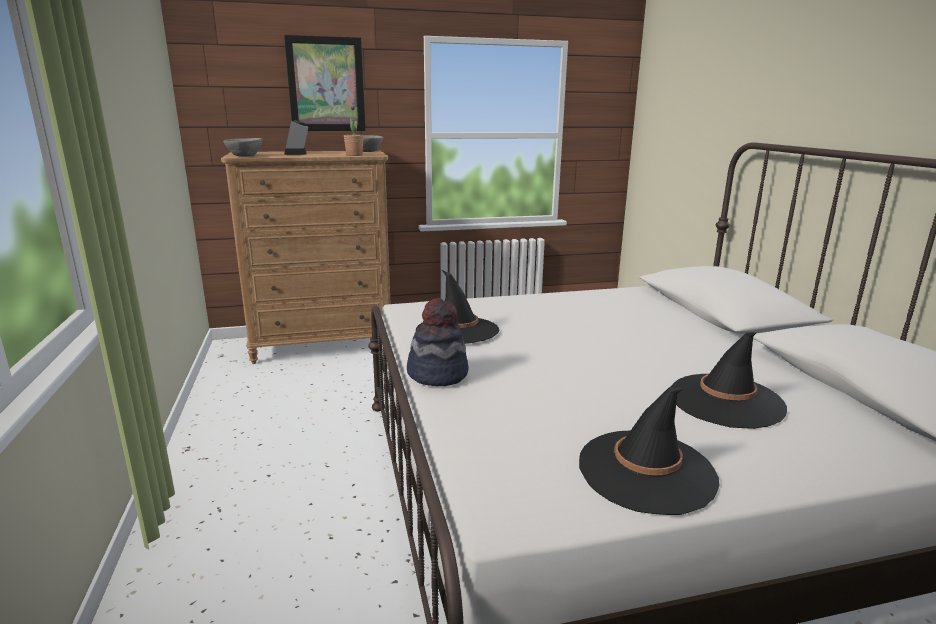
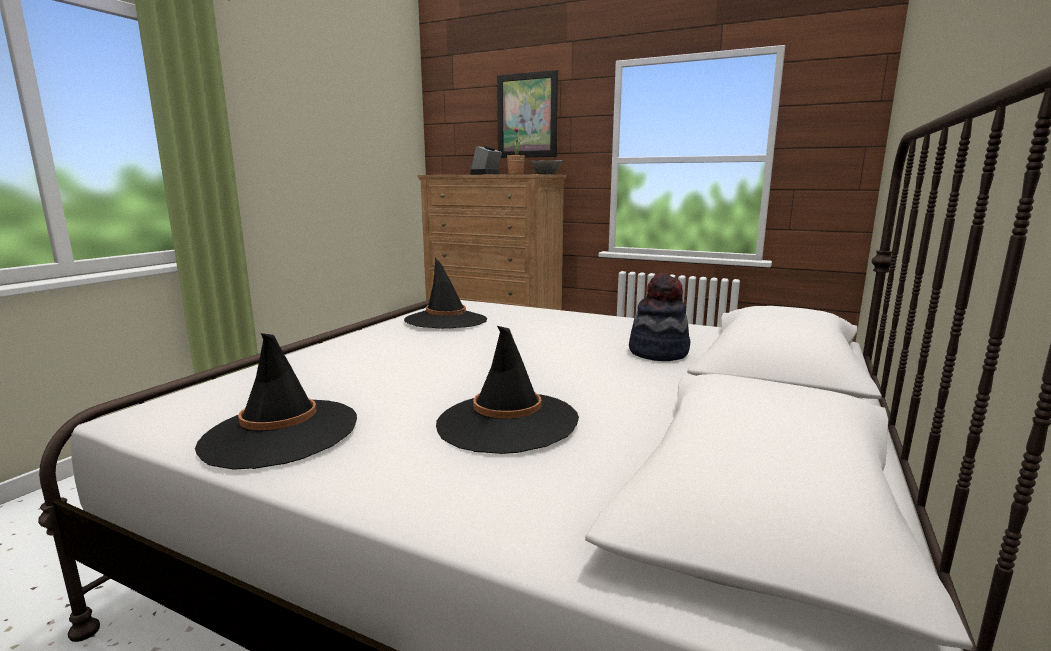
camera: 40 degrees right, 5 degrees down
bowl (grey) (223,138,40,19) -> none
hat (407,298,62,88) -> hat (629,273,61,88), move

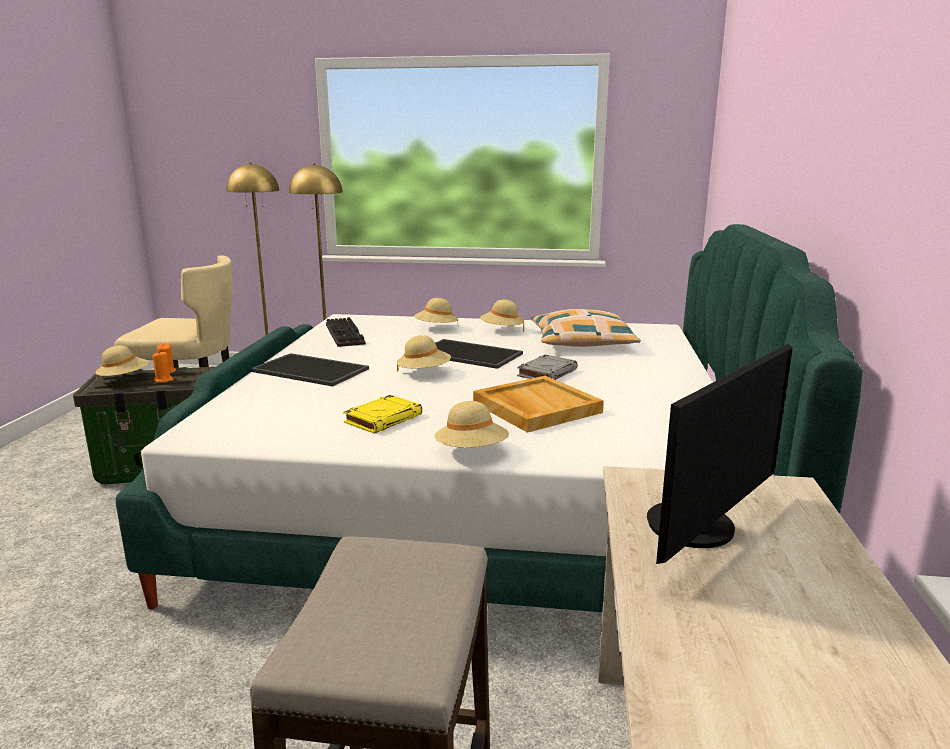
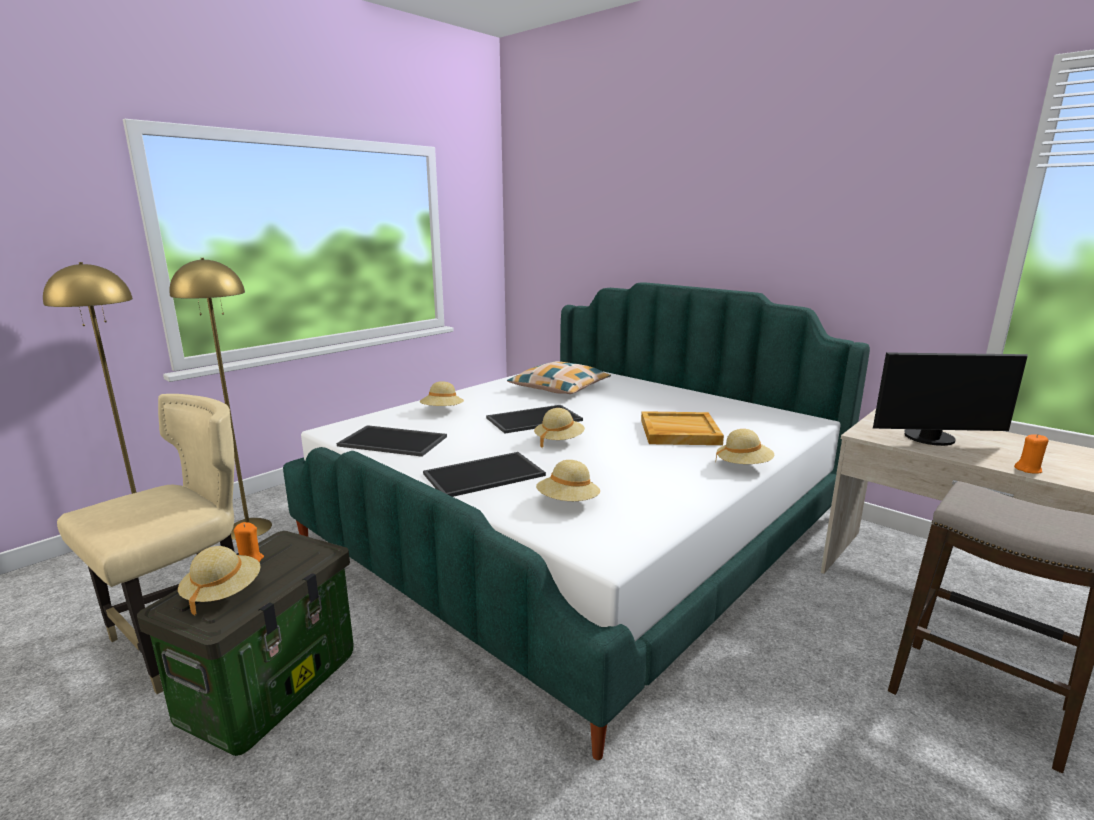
camera: 55 degrees left, 0 degrees up
candle (orange) (152,351,22,32) -> candle (orange) (1014,434,34,40), move
keyboard (326,317,40,30) -> tray (337,425,110,32)
book (yellow) (343,395,79,38) -> none
hat (beige) (480,299,44,33) -> hat (beige) (536,460,64,41), move
book (grey) (517,355,61,25) -> none
monitor (647,344,146,220) -> monitor (873,352,155,94), 105 degrees clockwise

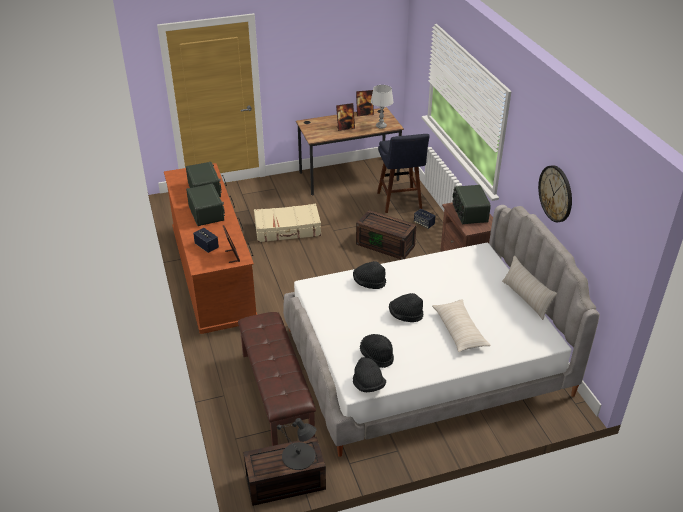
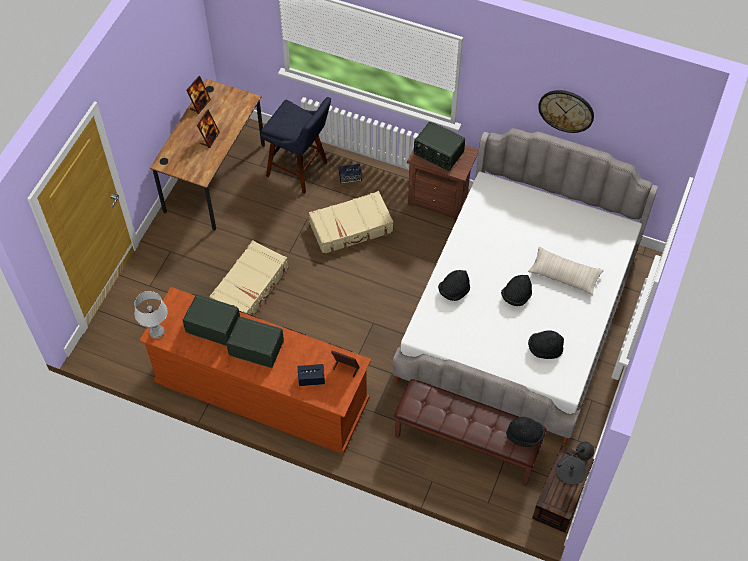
camera: 50 degrees left, 20 degrees up
hat (black) (353,357,33,35) -> hat (black) (506,417,39,30), move
storage box (brown) (356,210,61,50) -> suitcase (beige) (309,191,84,63)
table lamp (grey) (371,85,23,44) -> table lamp (grey) (135,291,33,48), move
pillow (beige) (502,256,55,64) -> none

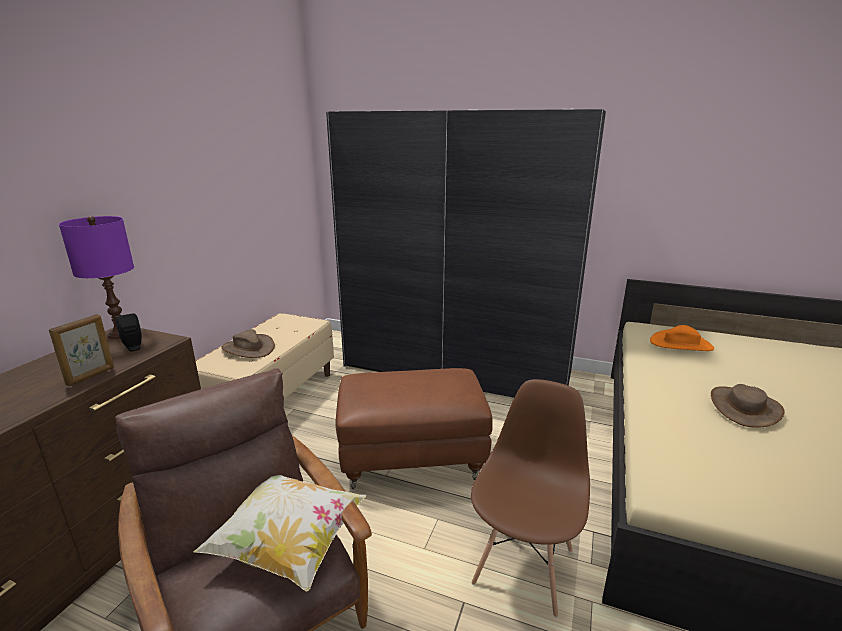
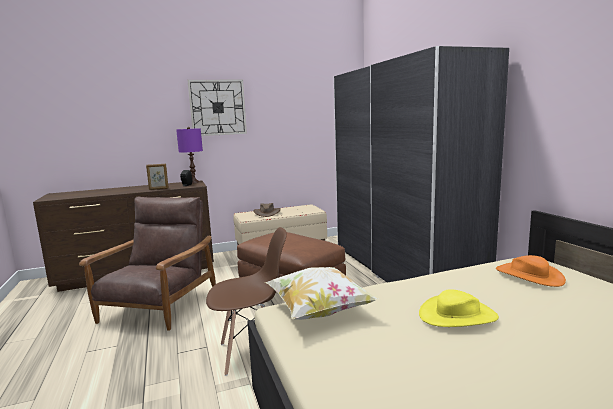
camera: 50 degrees right, 10 degrees down
pillow (193,475,174,116) -> pillow (265,267,114,53), move
hat (brown) (711,384,74,44) -> hat (yellow) (419,290,80,37)
none -> wall clock (187,79,60,57)

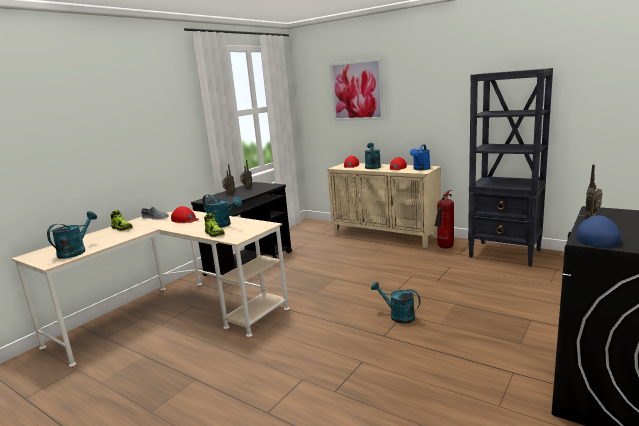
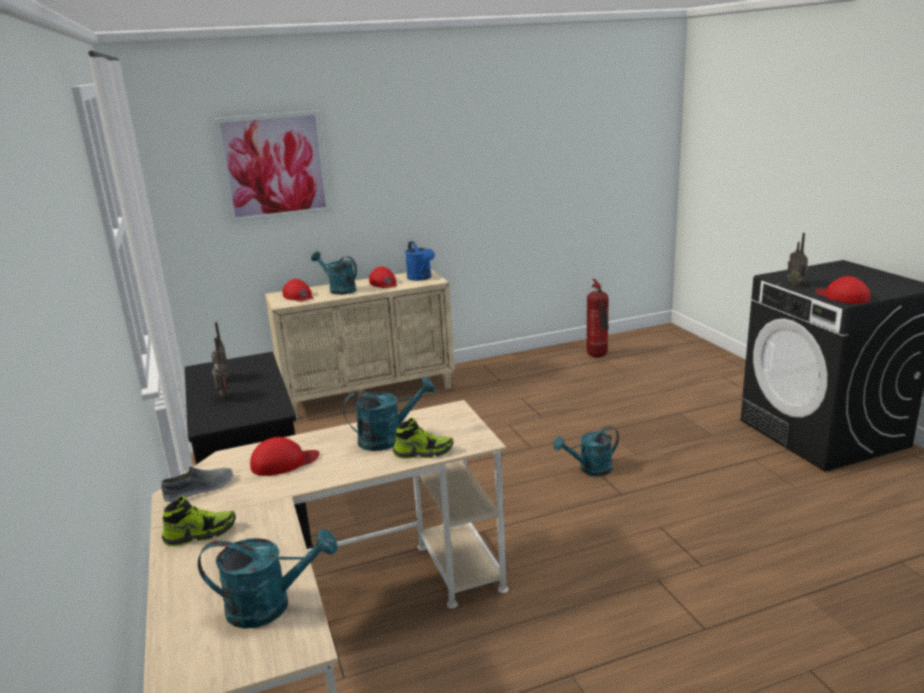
camera: 55 degrees left, 5 degrees up
watering can (turquoise) (47,211,50,48) -> watering can (turquoise) (198,529,140,100), 120 degrees clockwise
fire extinguisher (435,190,19,58) -> fire extinguisher (587,279,22,78), move
bookcase (black) (468,68,85,199) -> none
cap (blue) (576,215,44,32) -> cap (red) (815,276,55,28)

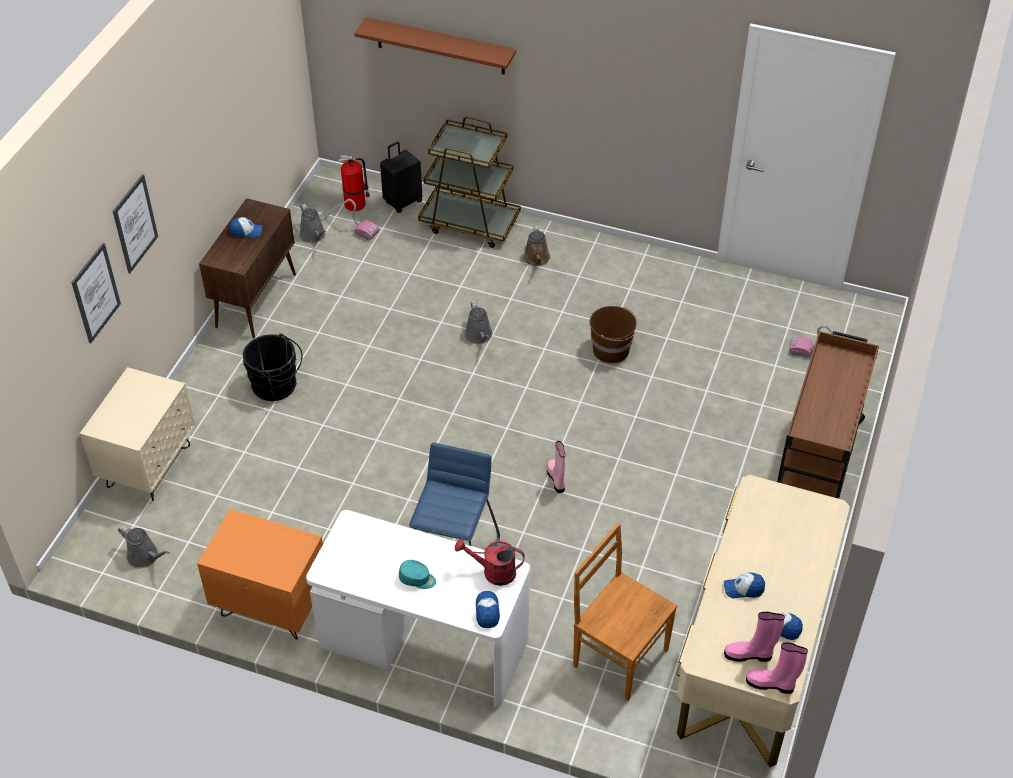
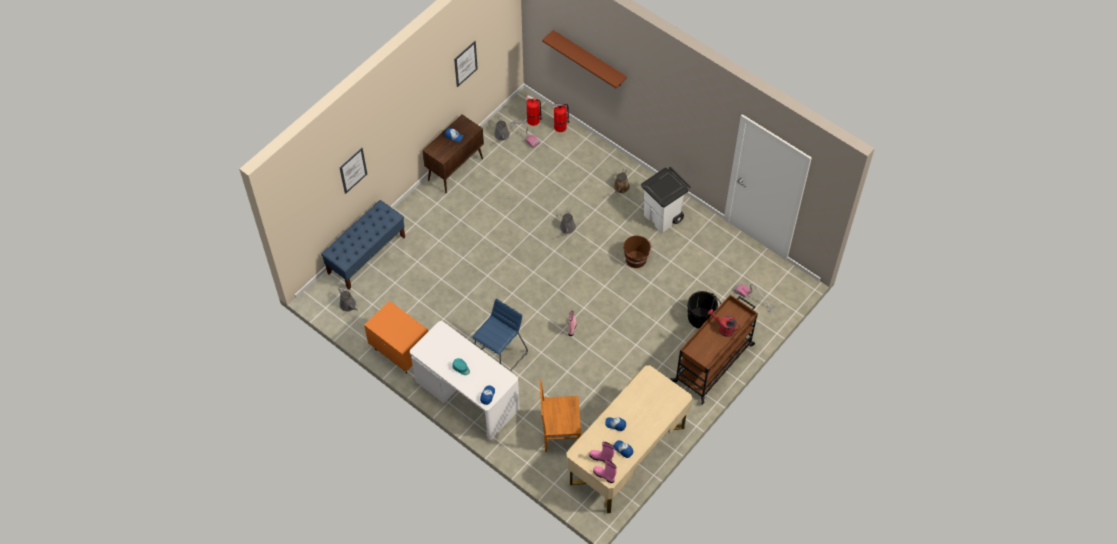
camera: 20 degrees right, 10 degrees up
nightstand (beige) (80,367,115,134) -> bench (blue) (321,200,84,90)
picture (113,174,45,99) -> picture (454,41,24,46), move
bucket (black) (243,334,60,67) -> bucket (black) (687,291,34,37), move
suitcase (black) (380,142,42,71) -> fire extinguisher (553,103,17,29)
cart (brown) (418,116,103,132) -> none
watering can (red) (455,539,70,47) -> watering can (red) (708,309,32,28), move
chair (brown) (573,523,105,178) -> chair (brown) (540,379,41,73), 60 degrees counterclockwise
none -> trash can (white) (641,167,50,66)

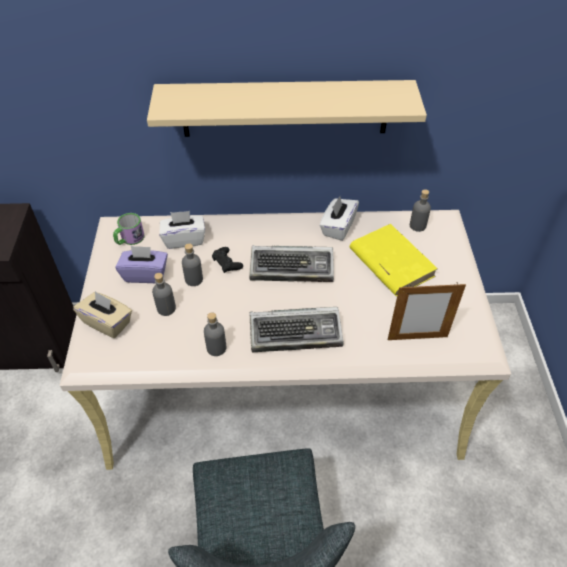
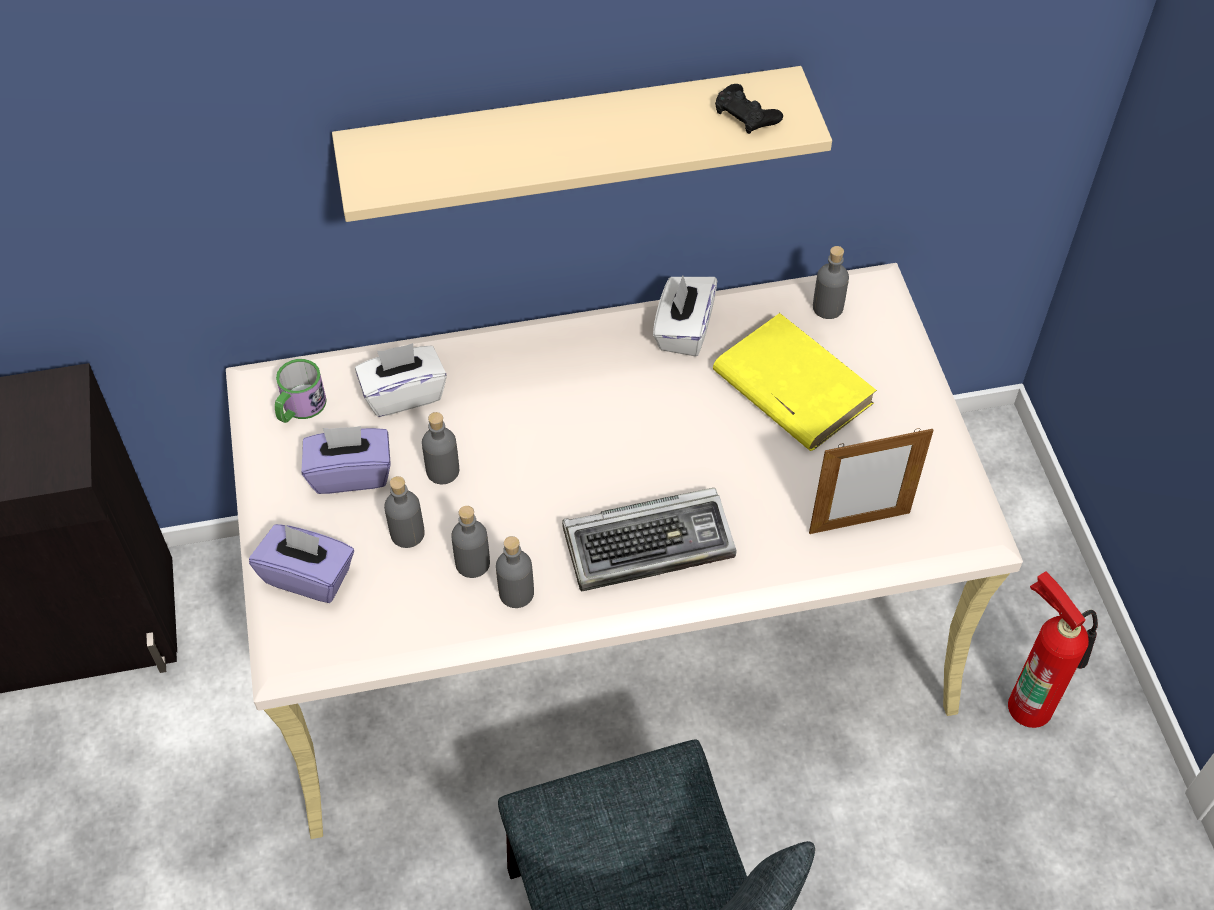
camera: 10 degrees left, 5 degrees up
tissue box (beige) (73,291,59,47) -> tissue box (purple) (249,524,105,79)
game controller (black) (212,247,31,26) -> game controller (black) (715,84,68,50), move
keyboard (249,245,85,37) -> none
none -> bottle (grey) (451,506,39,72)
none -> fire extinguisher (1008,571,90,157)

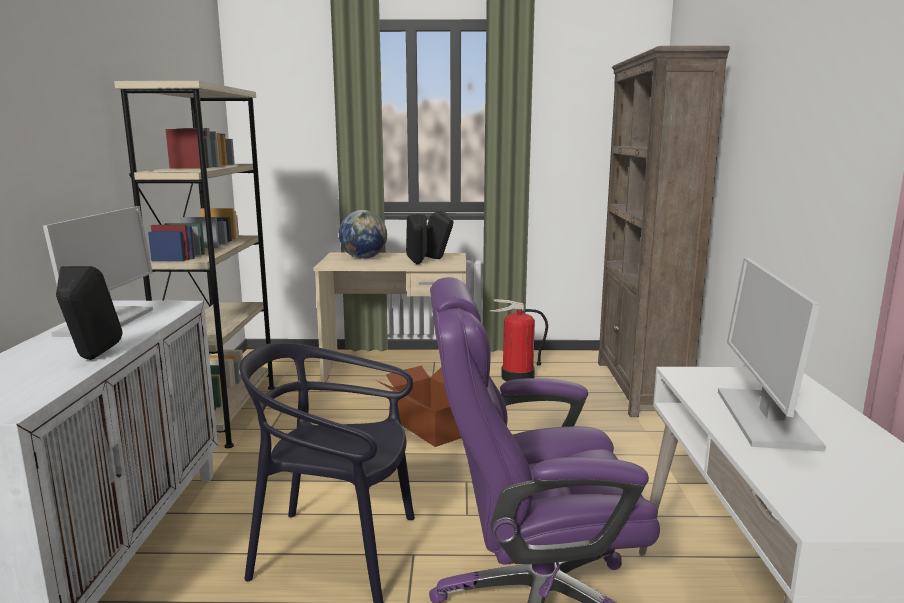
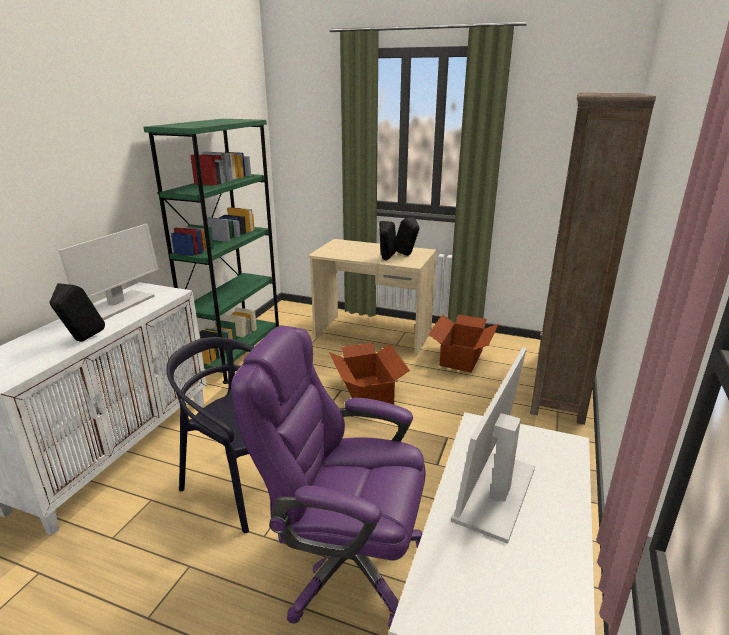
camera: 20 degrees right, 10 degrees up
bookcase (beige) (114,81,161,367) -> bookcase (green) (144,119,135,265)
globe (339,210,48,49) -> none
fire extinguisher (490,299,58,82) -> cardboard box (428,314,71,59)

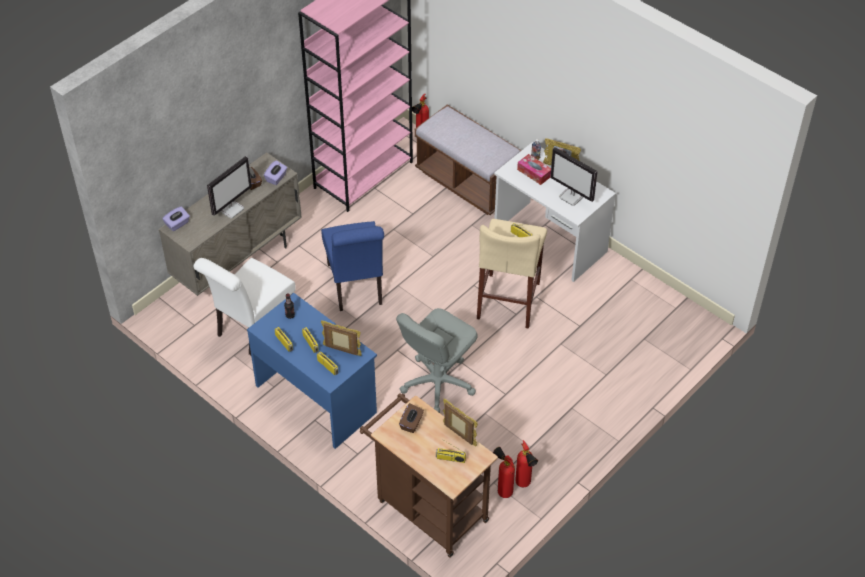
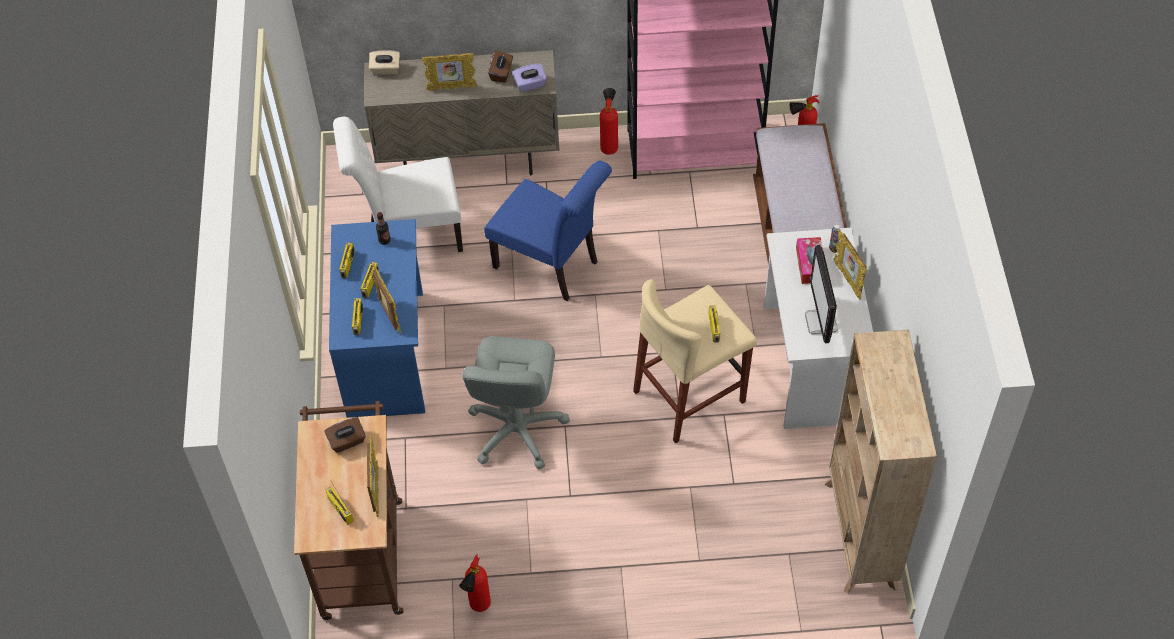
camera: 45 degrees right, 5 degrees up
tissue box (purple) (162,206,28,25) -> tissue box (beige) (369,50,31,25)
monitor (207,156,45,62) -> picture frame (422,53,55,38)
chair (blue) (321,221,63,90) -> chair (blue) (484,161,128,140), 90 degrees counterclockwise
office chair (grey) (396,308,82,105) -> office chair (grey) (462,336,108,133), 75 degrees counterclockwise
fire extinguisher (493,447,22,51) -> fire extinguisher (600,88,18,67), move
none -> bookcase (beige) (825,329,112,265)

